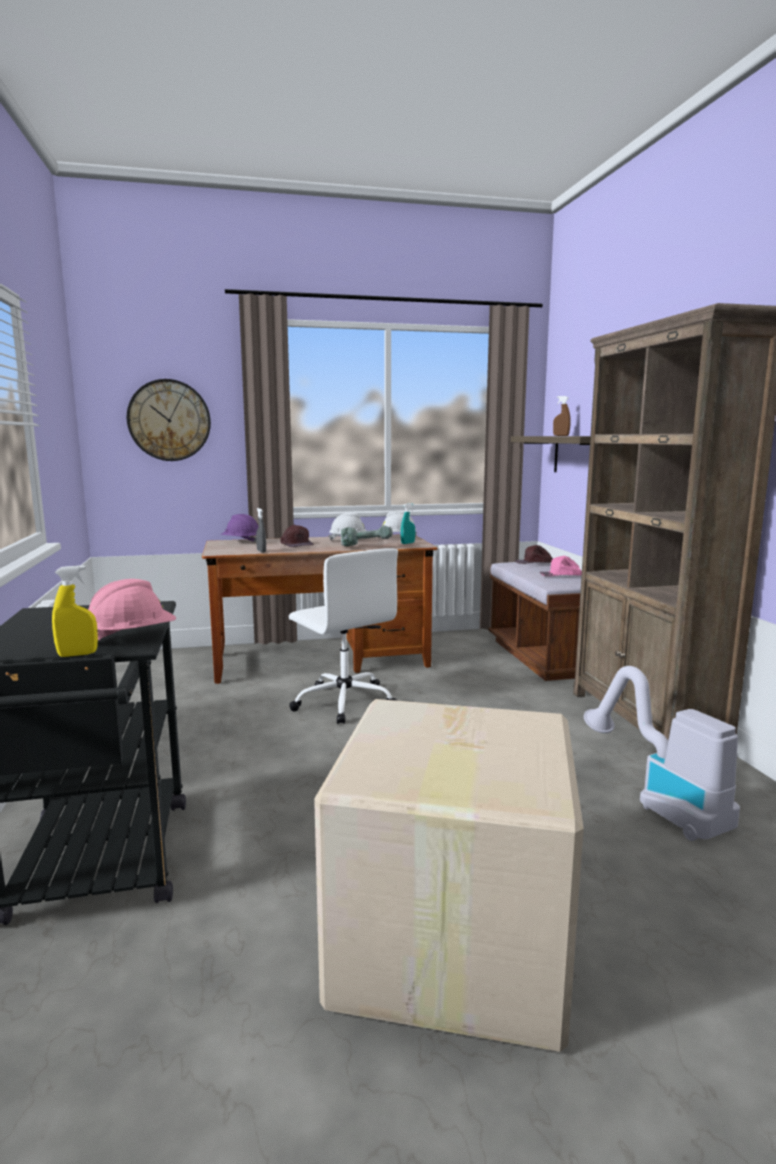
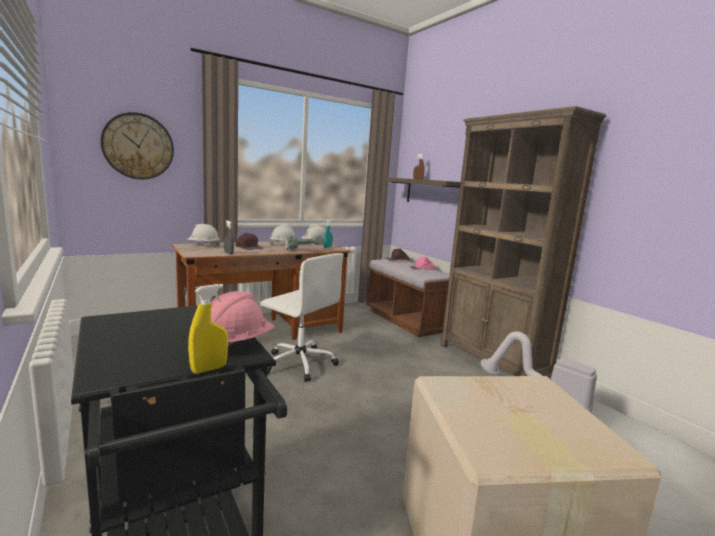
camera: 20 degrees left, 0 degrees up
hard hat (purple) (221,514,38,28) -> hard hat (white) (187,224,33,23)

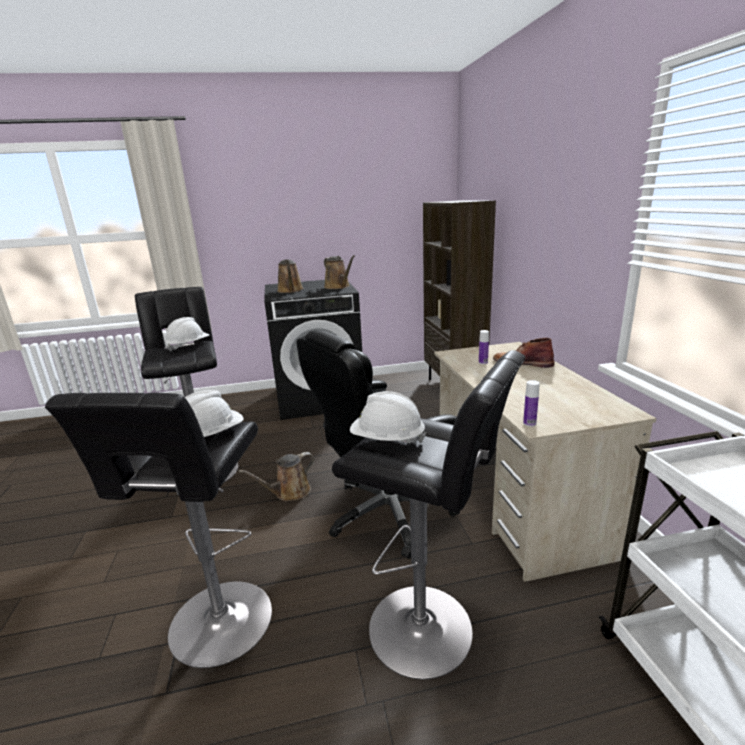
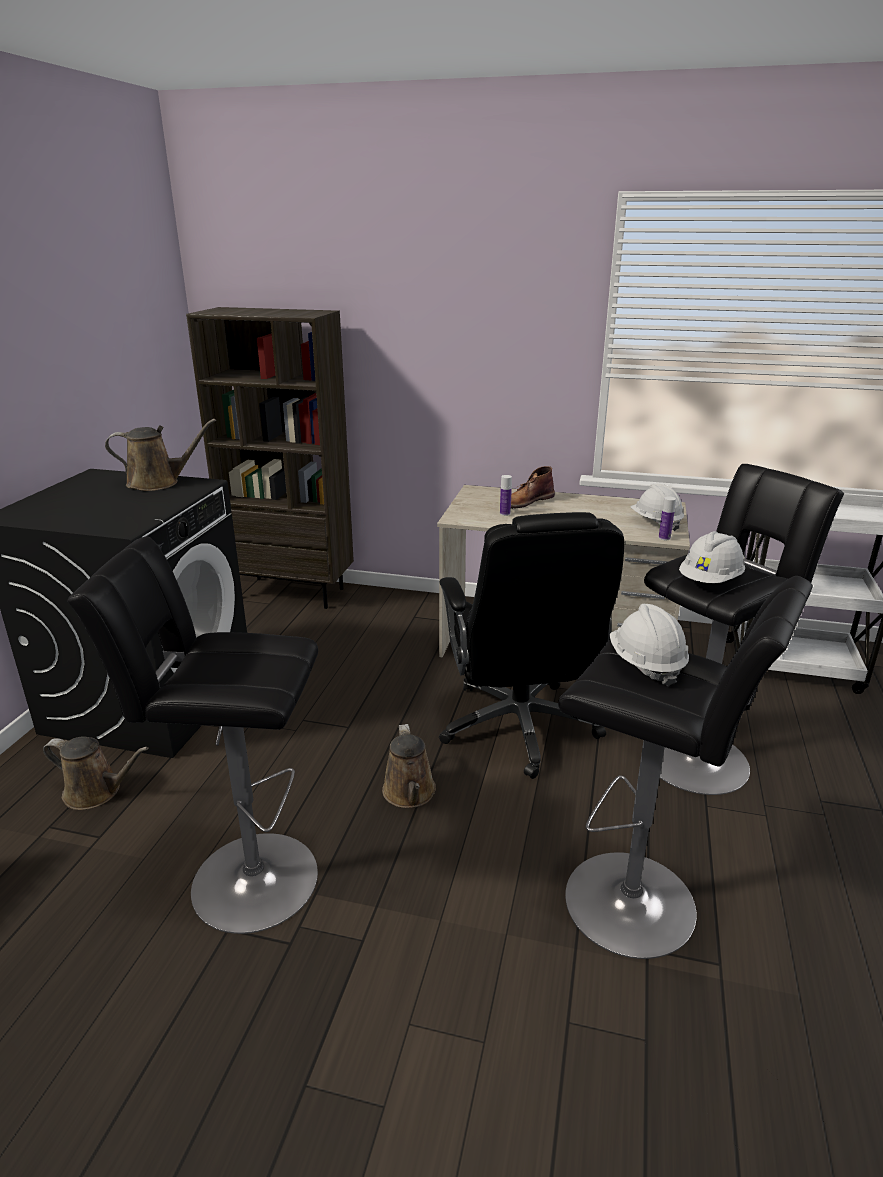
camera: 65 degrees left, 5 degrees up
hard hat (white) (165,317,44,35) -> hard hat (white) (631,484,53,47), move
watering can (brown) (277,259,27,34) -> watering can (brown) (43,736,106,74), move

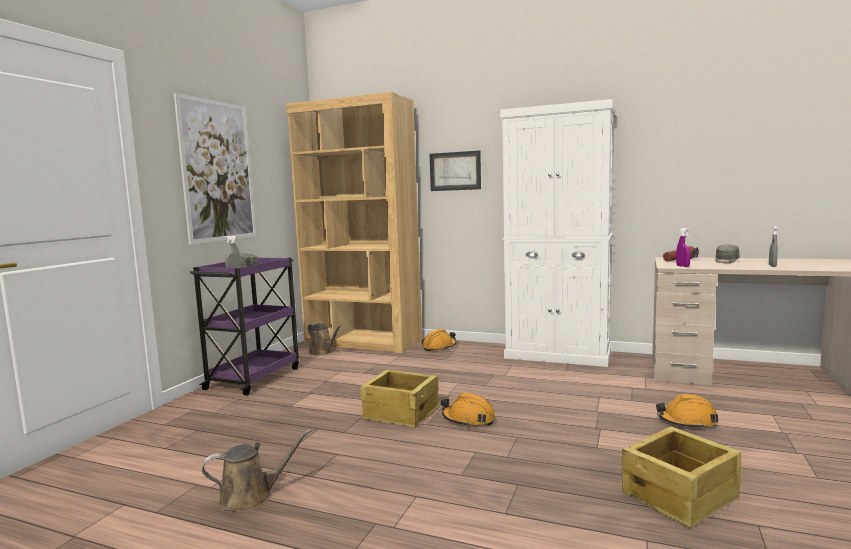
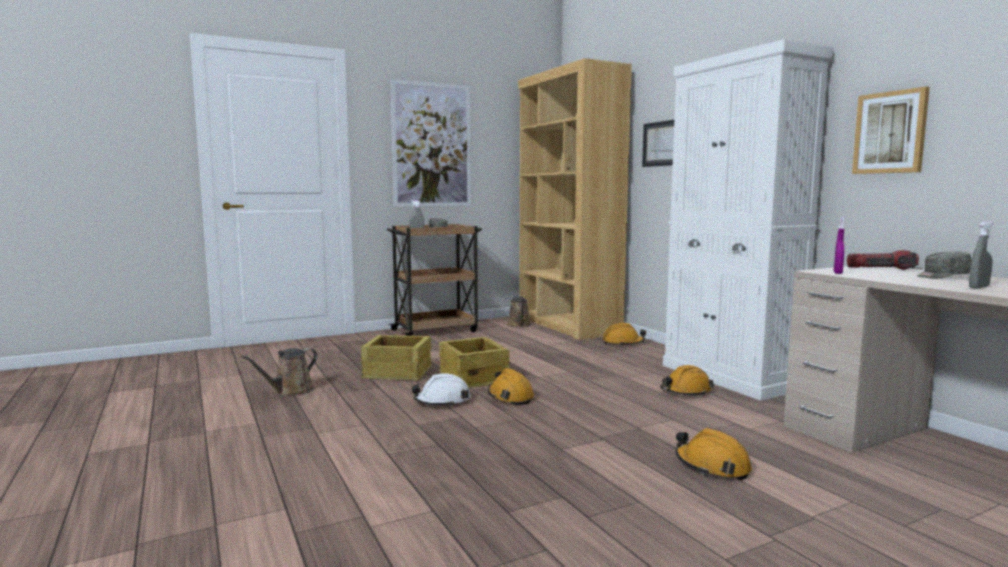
camera: 40 degrees right, 0 degrees up
cart (purple) (190,258,109,138) -> cart (brown) (386,224,96,112)
watering can (brown) (202,429,109,83) -> watering can (brown) (241,348,77,48), 105 degrees clockwise
crate (622,426,119,103) -> crate (361,335,70,45), move
none -> hard hat (white) (411,374,60,33)
none -> hard hat (orange) (660,365,54,31)
none -> picture (852,86,78,88)

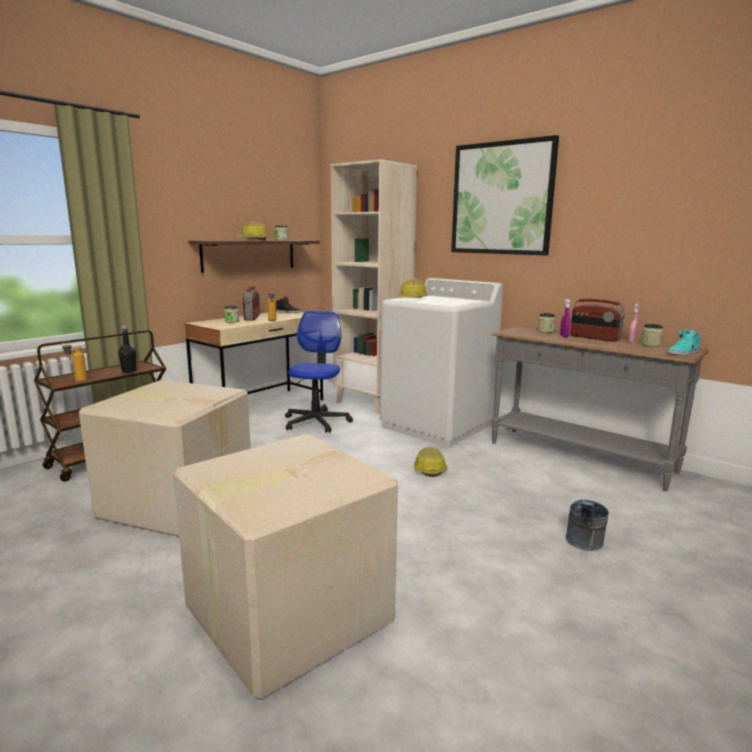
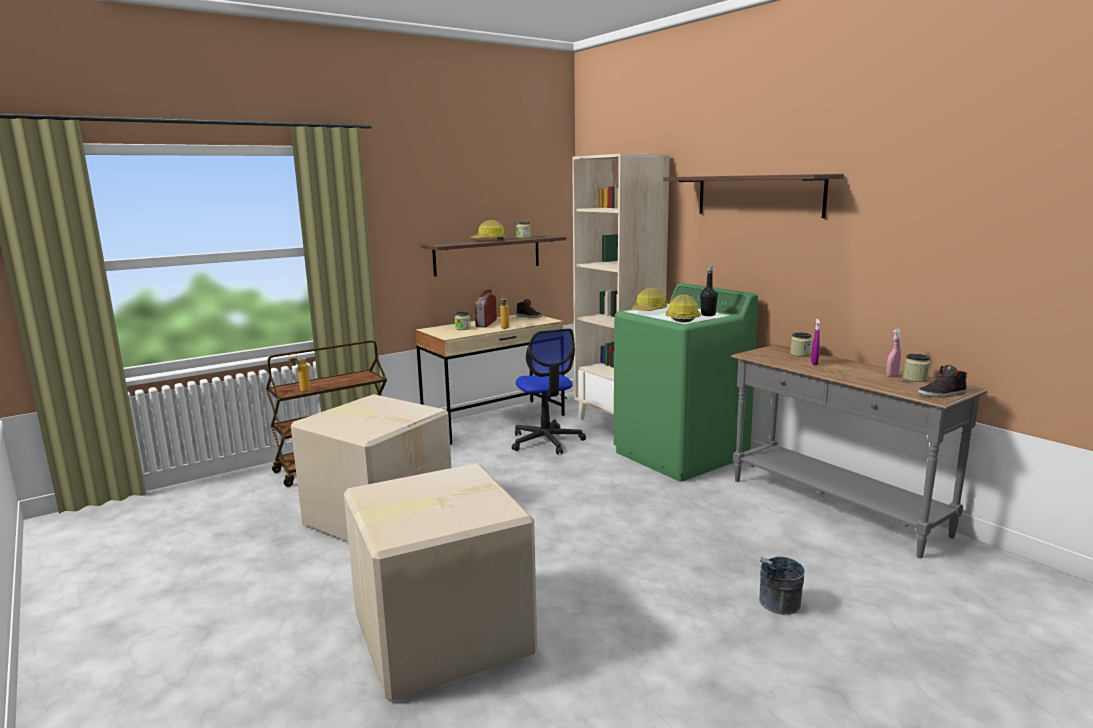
camera: 15 degrees right, 0 degrees up
bottle (black) (118,324,19,49) -> bottle (black) (700,266,18,50), move
office chair (285,311,68,122) -> office chair (512,329,74,126), 135 degrees clockwise
washing machine (white) (380,278,123,169) -> washing machine (green) (613,283,145,199)
hard hat (414,447,34,30) -> hard hat (666,294,35,28), move
picture (451,135,108,120) -> shelf (663,174,181,44)
radio (570,299,55,43) -> none
shoe (turquoise) (667,329,34,27) -> shoe (black) (918,365,49,33)

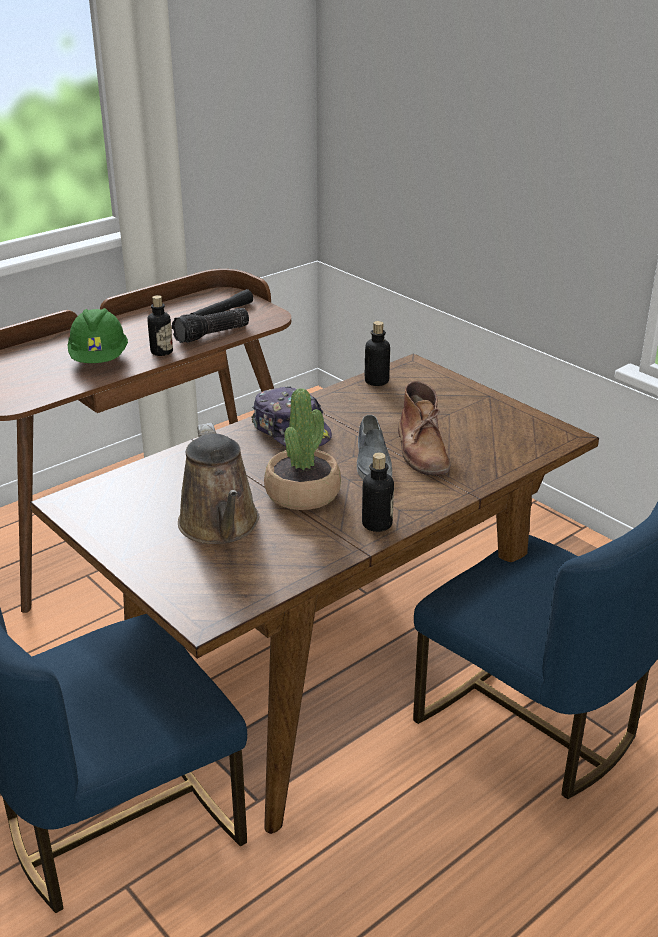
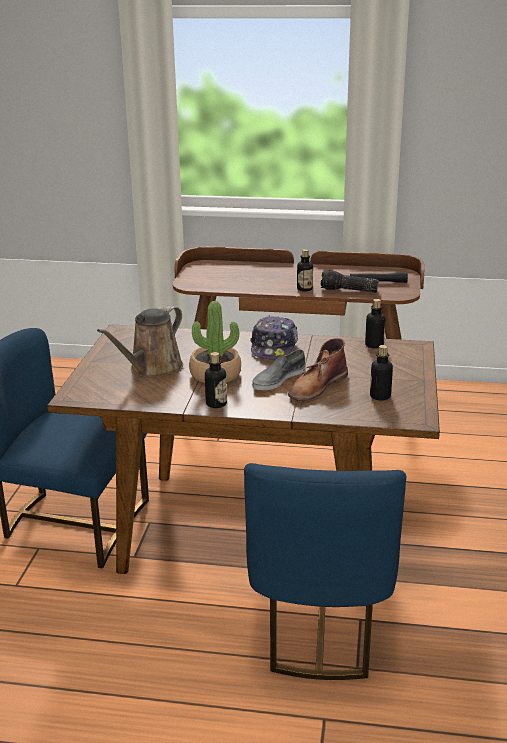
camera: 50 degrees right, 5 degrees down
hard hat (green) (67,308,61,55) -> none
none -> bottle (370,345,23,55)

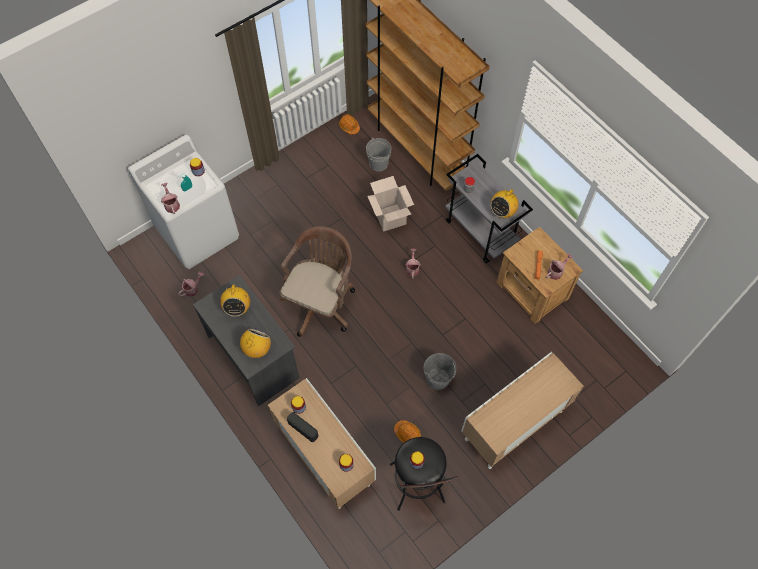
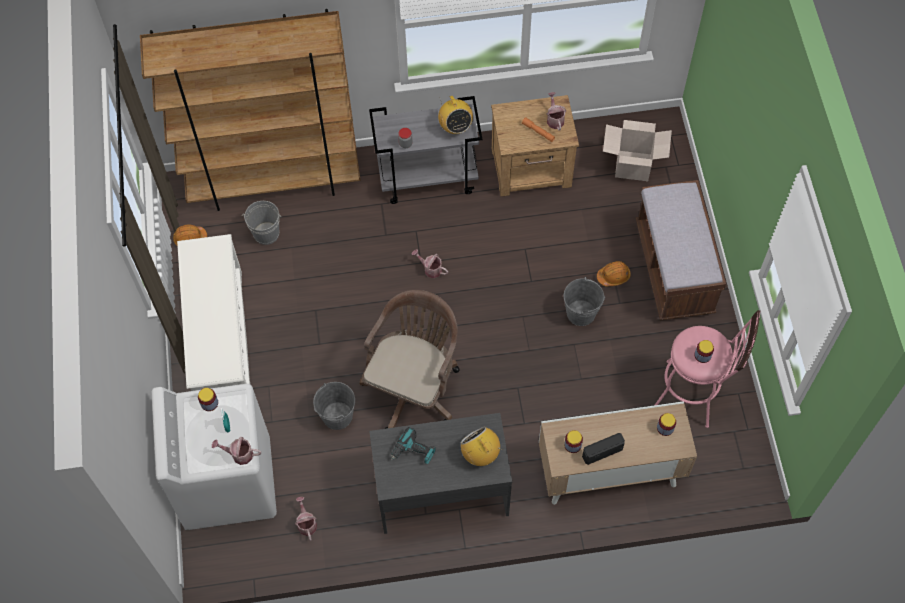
camera: 60 degrees left, 0 degrees up
radio (220,285,30,32) -> power drill (391,427,45,37)
office chair (brown) (279,226,76,111) -> office chair (brown) (360,290,100,139), 60 degrees clockwise
cardboard box (367,176,47,56) -> cardboard box (603,120,69,61), move
stool (black) (390,437,69,74) -> stool (pink) (655,310,105,118)
hard hat (orange) (394,420,27,23) -> hard hat (orange) (597,261,34,26), move
cabinet (462,352,122,117) -> bench (brown) (636,180,90,141)
none -> shoe rack (white) (177,234,73,157)
none -> bucket (grey) (313,382,42,48)

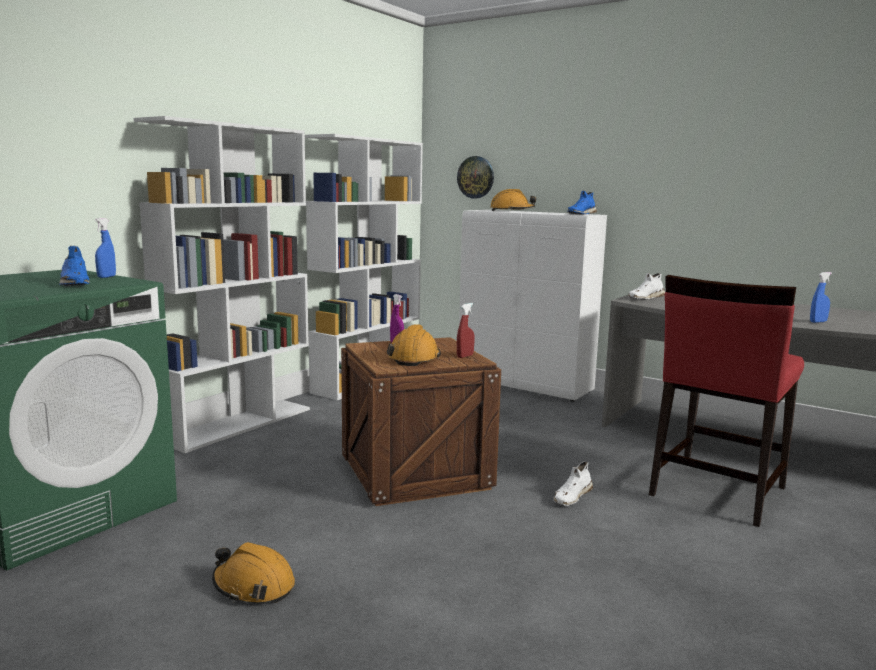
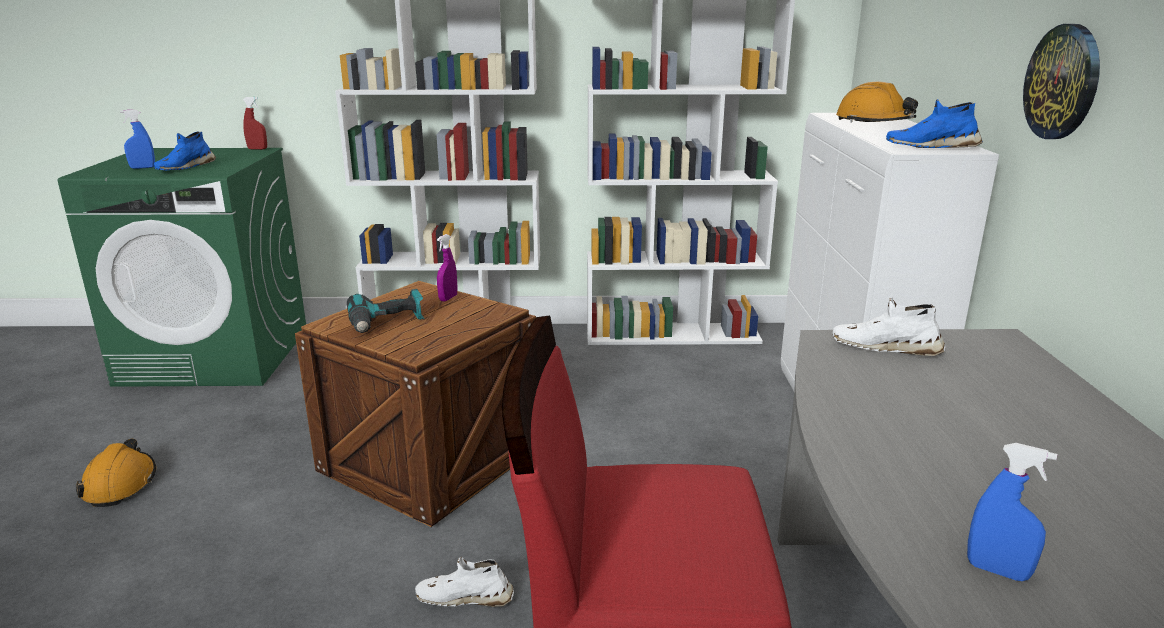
camera: 55 degrees right, 10 degrees up
spray bottle (blue) (95,218,21,60) -> spray bottle (blue) (120,110,35,59), move
hard hat (orange) (387,324,54,42) -> power drill (347,289,77,44)
wall clock (457,156,37,43) -> wall clock (1023,24,77,115), move
spray bottle (red) (457,303,17,55) -> spray bottle (red) (243,97,24,53), move

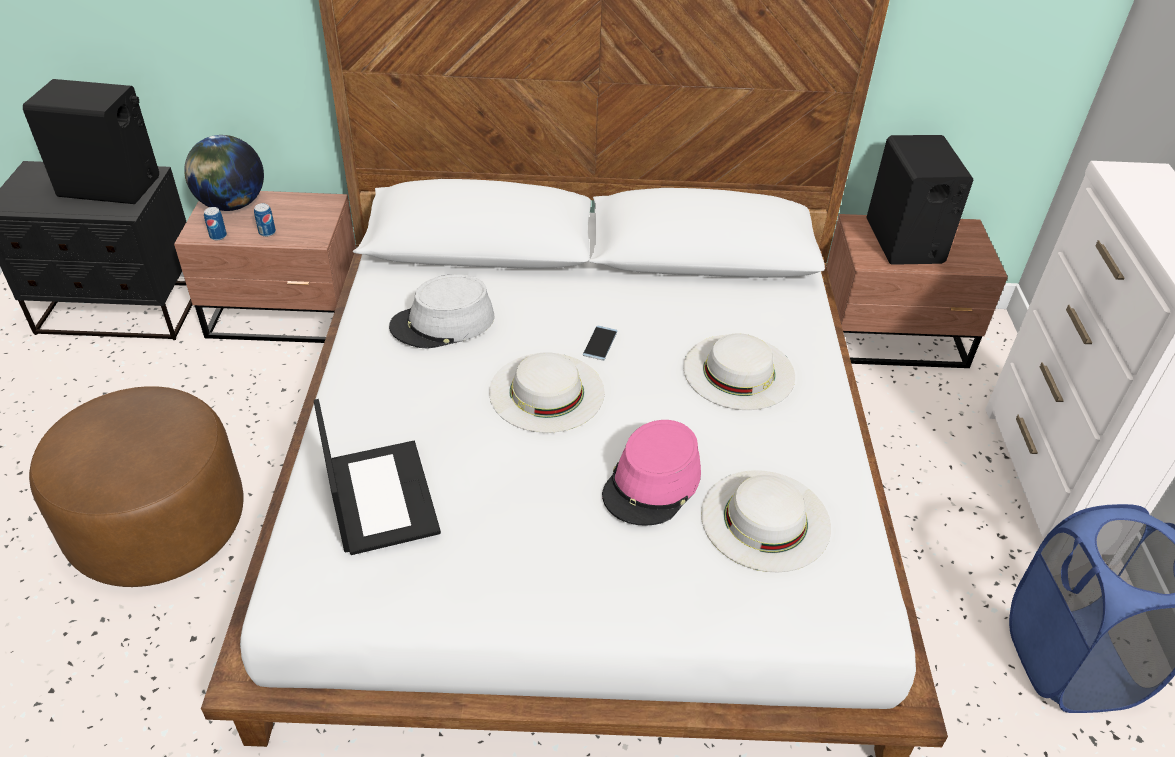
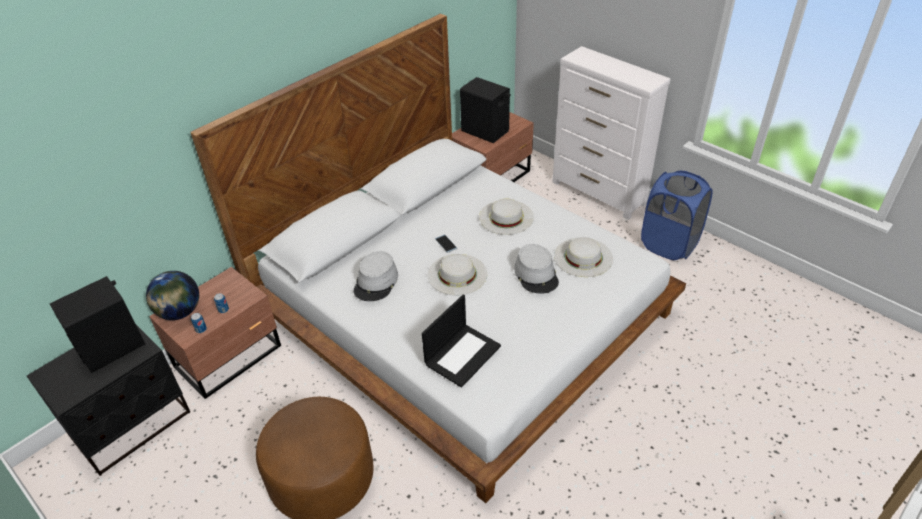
camera: 45 degrees left, 0 degrees up
laptop (314,399,127,156) -> laptop (422,295,79,93), 105 degrees clockwise
hat (pink) (602,420,99,106) -> hat (grey) (514,244,45,50)

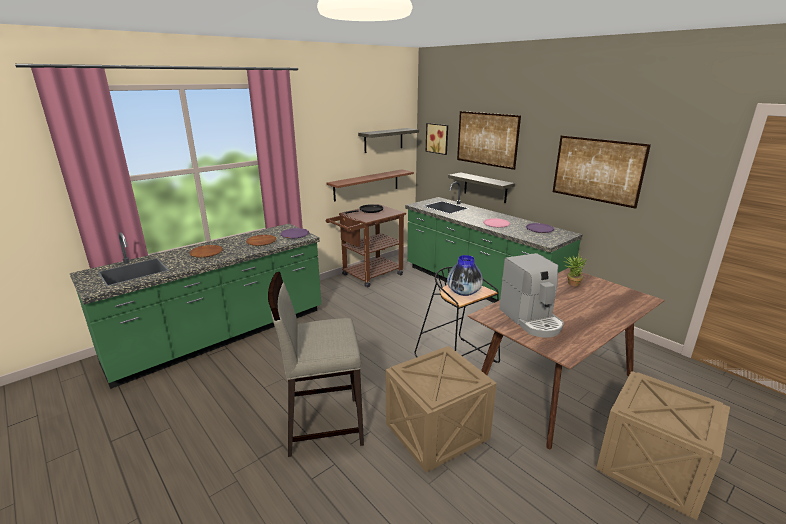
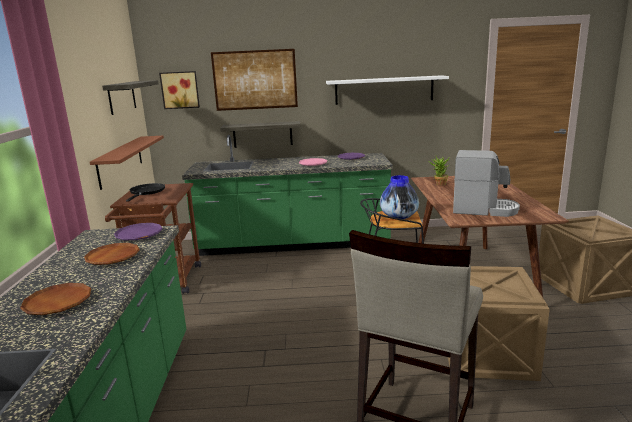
camera: 50 degrees left, 5 degrees down
picture (553,135,98,74) -> shelf (white) (326,75,123,30)

